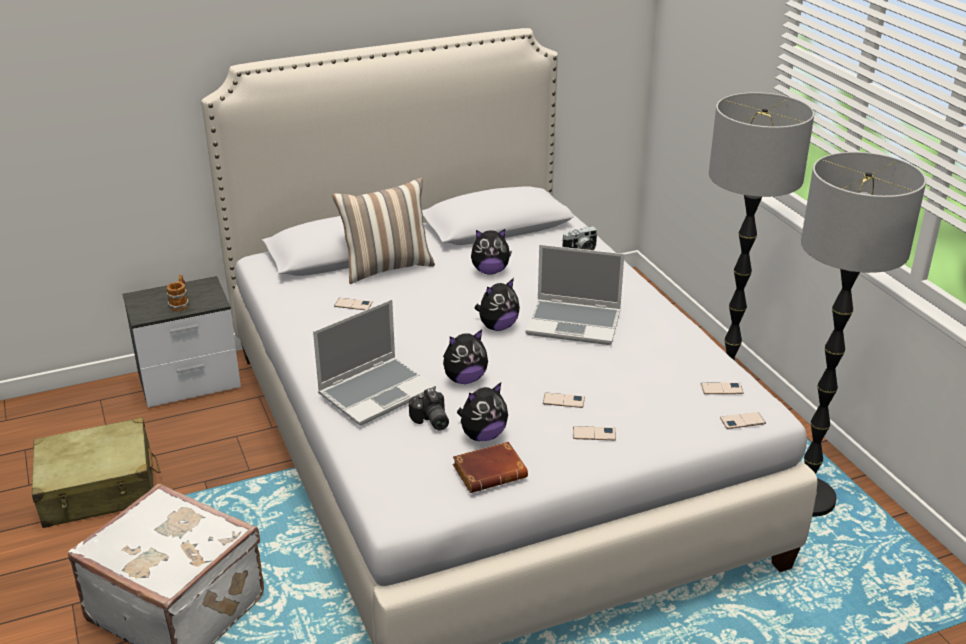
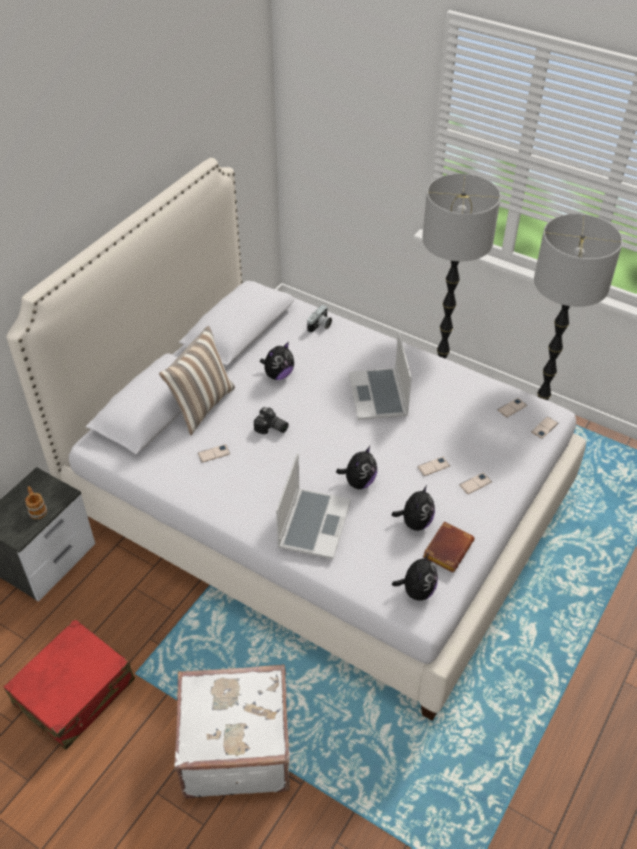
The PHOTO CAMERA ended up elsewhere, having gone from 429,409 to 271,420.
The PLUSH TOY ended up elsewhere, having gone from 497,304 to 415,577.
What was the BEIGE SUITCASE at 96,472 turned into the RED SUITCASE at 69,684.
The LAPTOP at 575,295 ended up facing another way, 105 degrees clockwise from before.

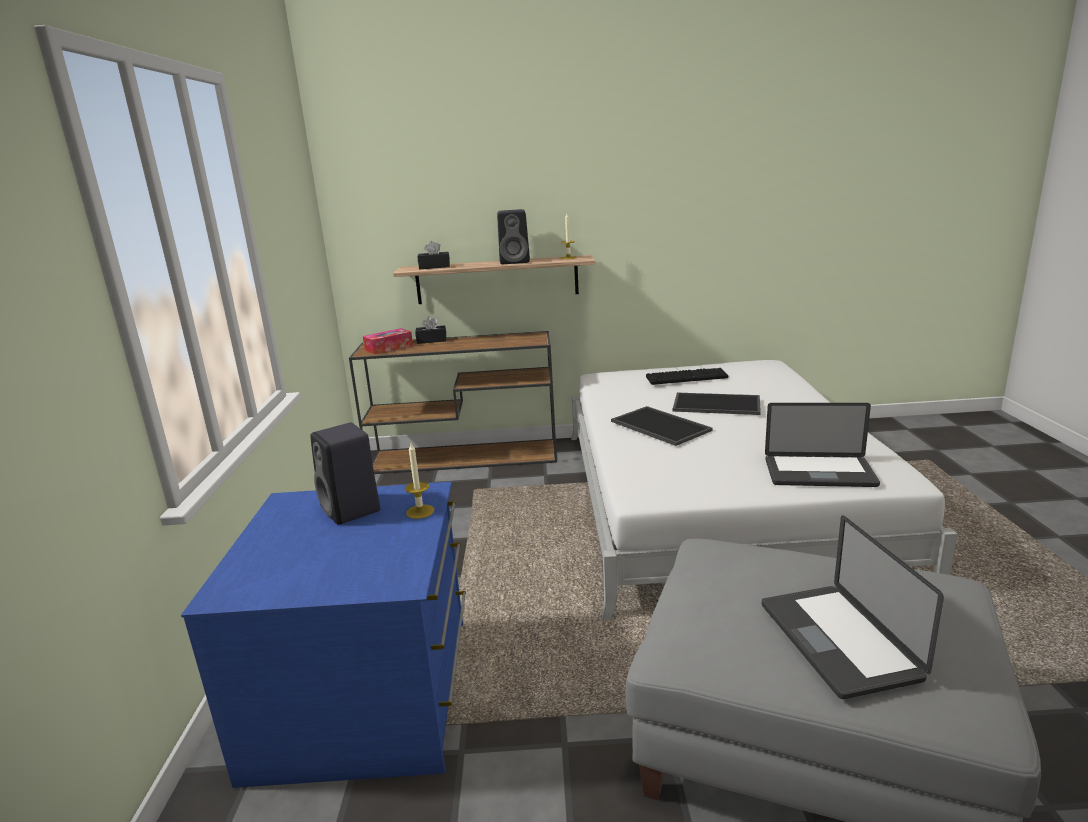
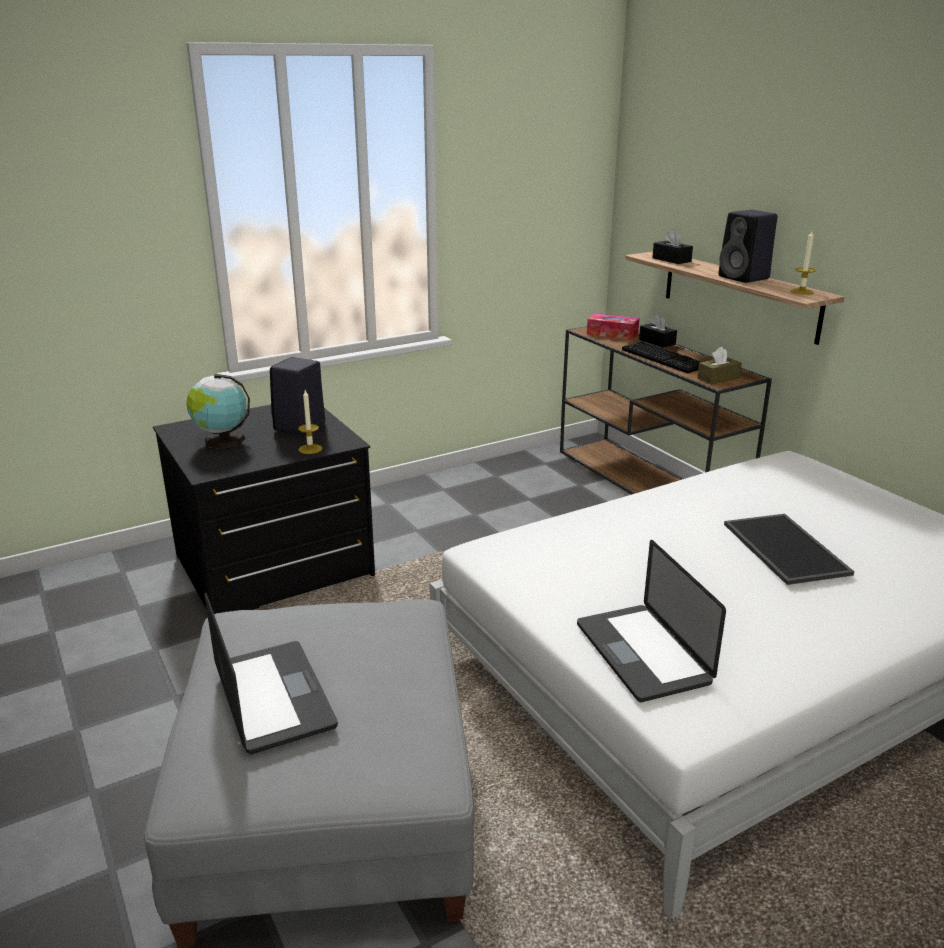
The second view lost the TRAY at 662,426.
The second view gained the GLOBE at 218,411.
The second view gained the BROWN TISSUE BOX at 719,365.
The KEYBOARD ended up elsewhere, having gone from 687,376 to 661,357.
What was the BLUE DRESSER at 323,635 turned into the BLACK DRESSER at 264,509.
The LAPTOP at 853,607 ended up facing another way, 105 degrees clockwise from before.

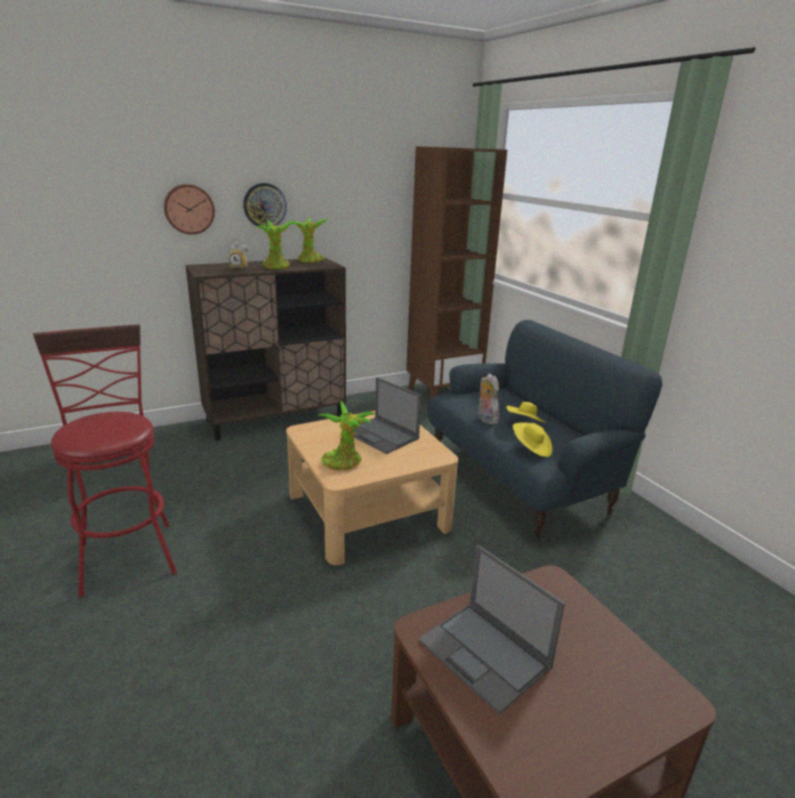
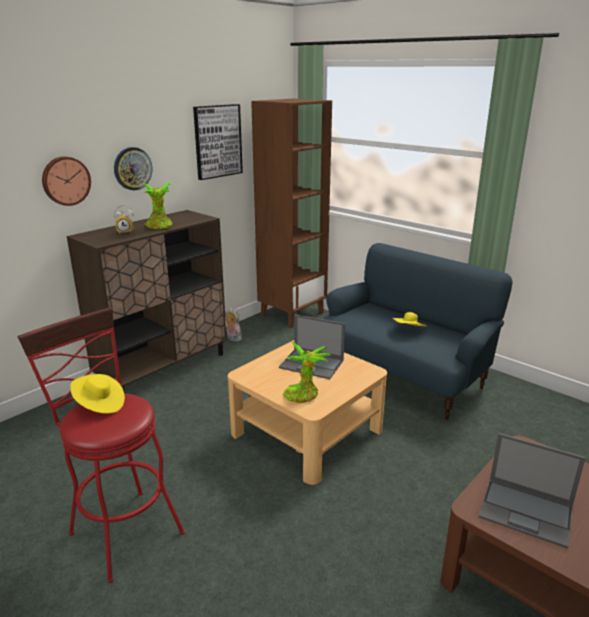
The second view lost the POTTED PLANT at 307,240.
The second view gained the PICTURE at 218,142.
The PLUSH TOY ended up elsewhere, having gone from 488,398 to 233,324.
The YELLOW HAT ended up elsewhere, having gone from 532,439 to 97,394.

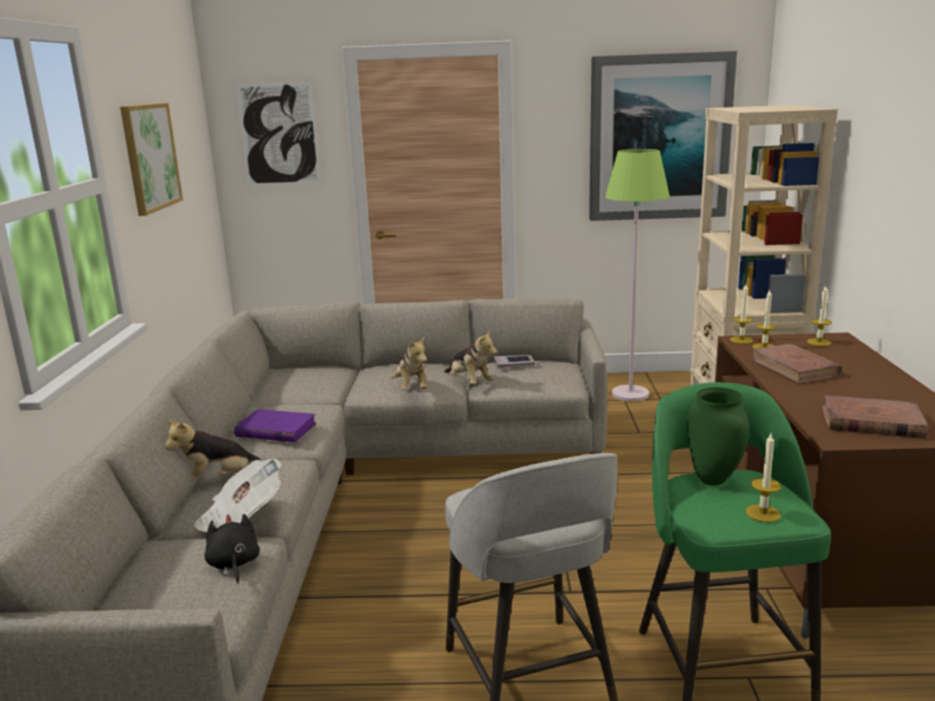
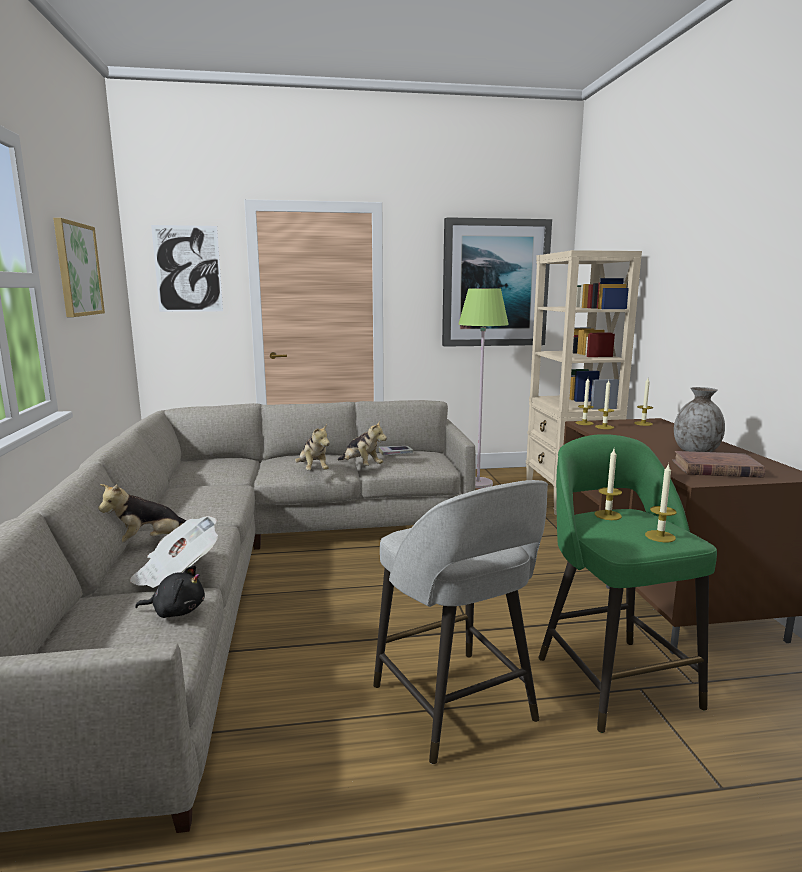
The second view lost the PURPLE BOOK at 275,426.
The second view lost the BROWN BOOK at 796,364.
The second view gained the GREY VASE at 699,419.
Where the GREEN VASE stood at 718,436, the CANDLE came to stand at 608,484.
The BLACK PLUSH TOY at 232,549 ended up facing another way, 120 degrees clockwise from before.

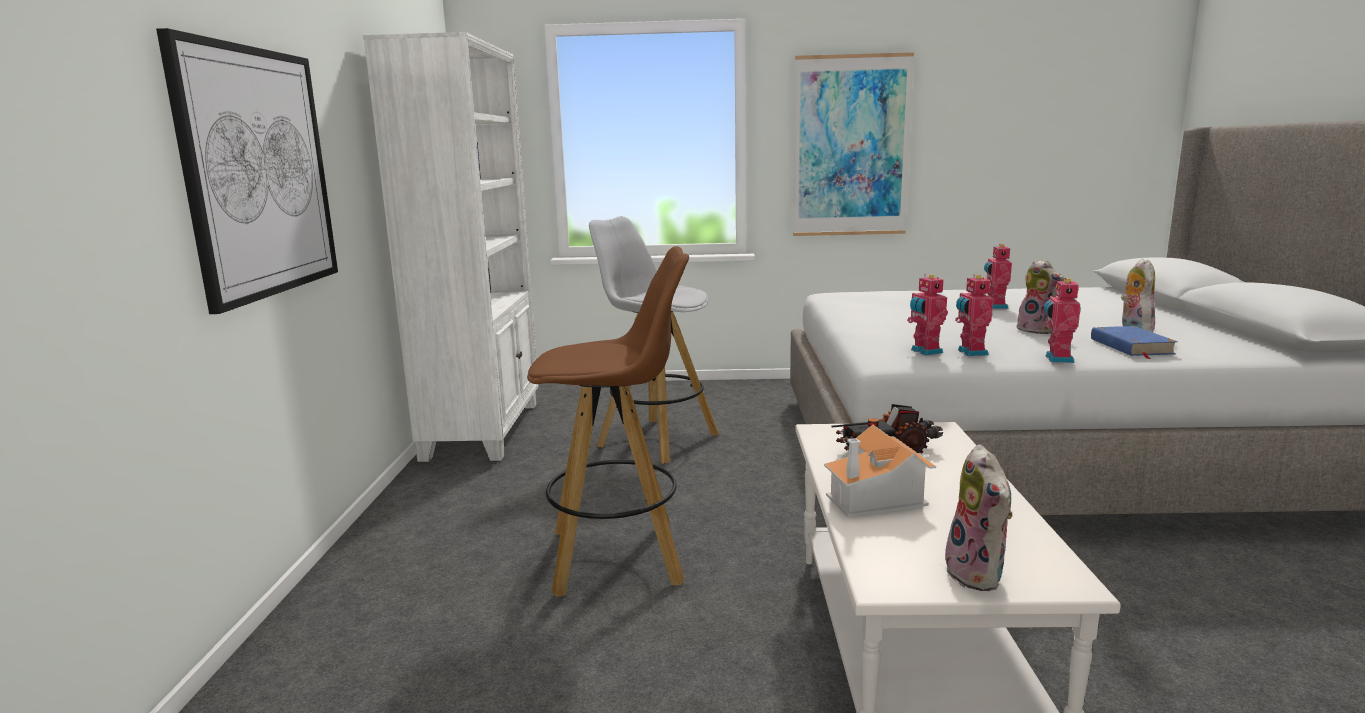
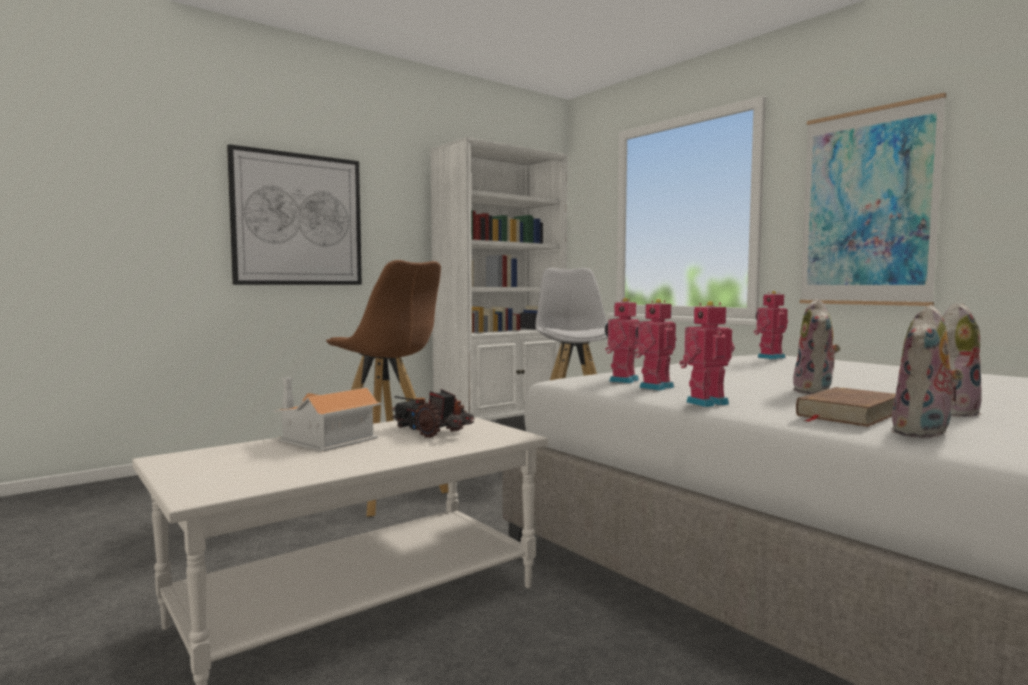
The PLUSH TOY ended up elsewhere, having gone from 979,517 to 927,372.
The TOY ROBOT ended up elsewhere, having gone from 998,276 to 771,325.
What was the BLUE BOOK at 1134,342 turned into the BROWN BOOK at 846,407.

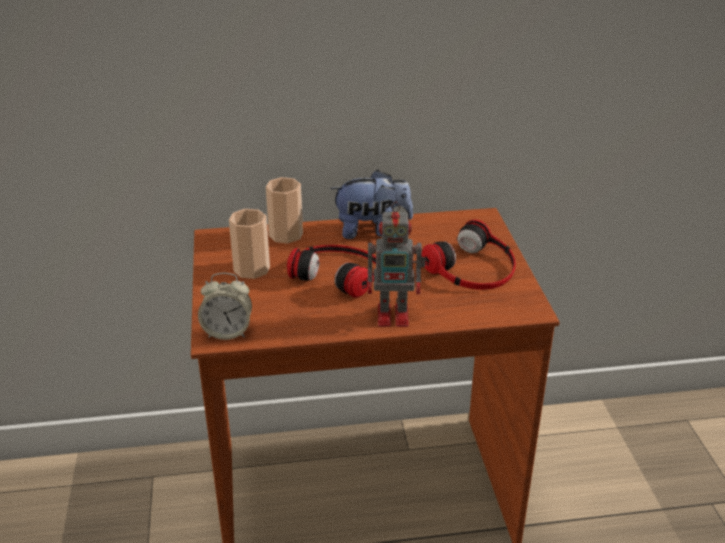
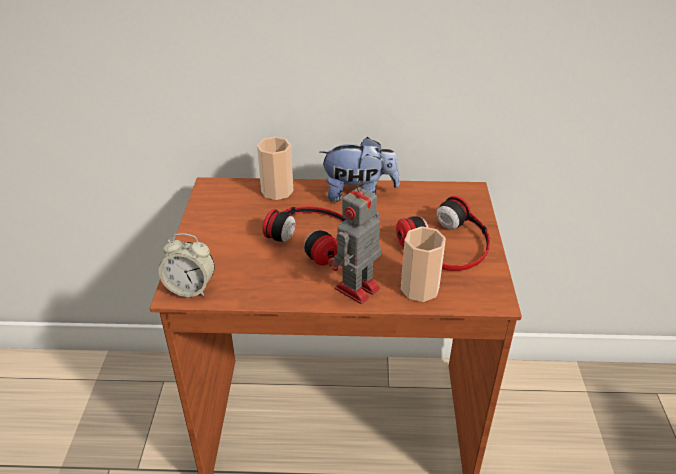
The CUP ended up elsewhere, having gone from 249,244 to 423,264.
The TOY ROBOT at 396,264 ended up facing another way, 120 degrees clockwise from before.

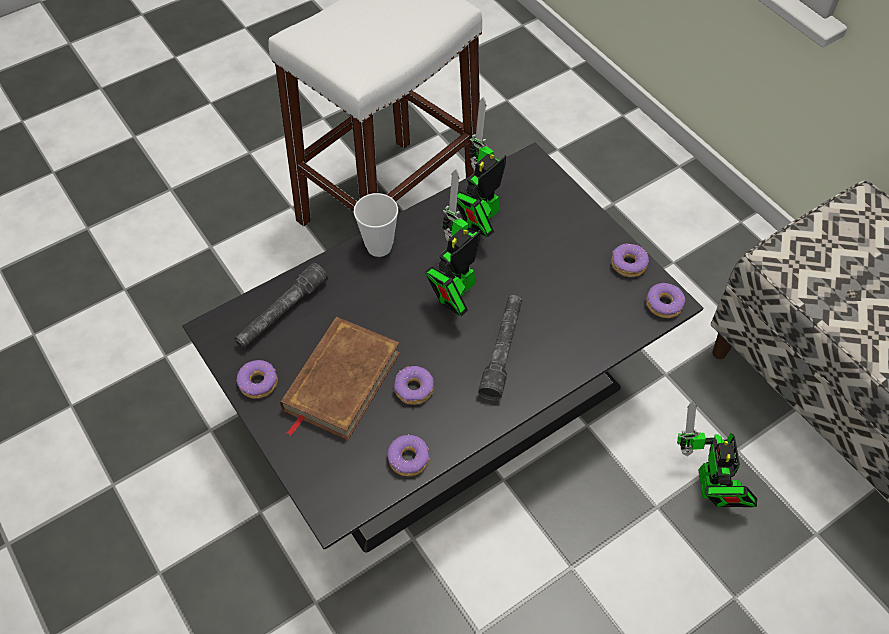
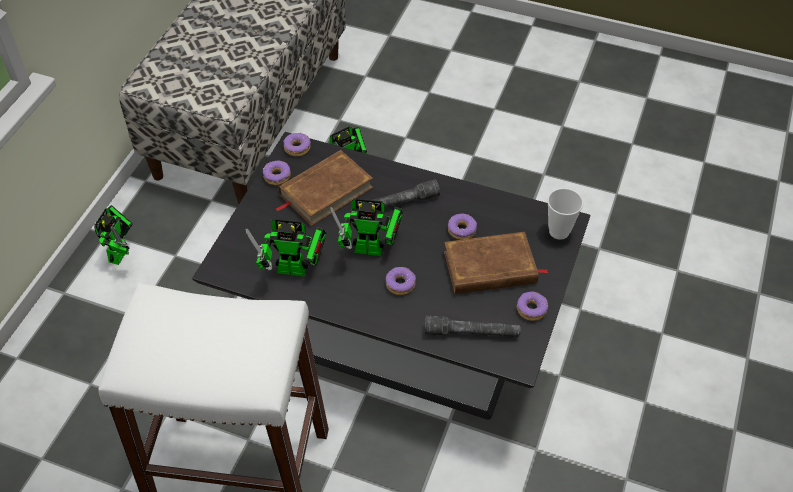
The second view gained the TOY ROBOT at 113,235.
The second view gained the BROWN BOOK at 324,188.
The CUP ended up elsewhere, having gone from 376,225 to 565,214.
The DONUT ended up elsewhere, having gone from 408,455 to 401,281.

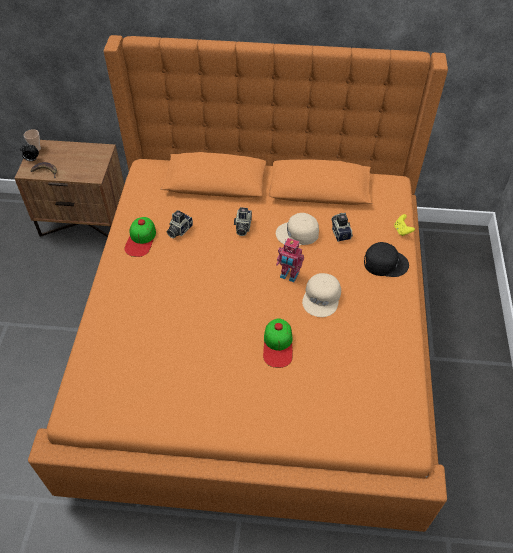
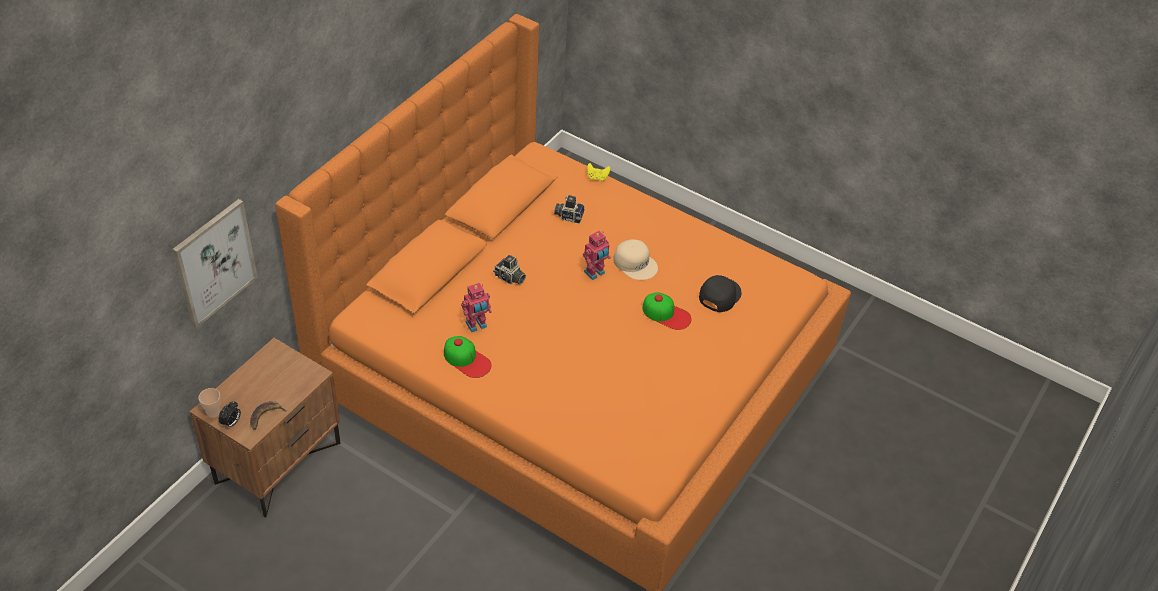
The second view lost the BEIGE CAP at 297,229.
The second view gained the PICTURE at 215,263.
The BLACK CAP ended up elsewhere, having gone from 386,259 to 720,293.
Where the PHOTO CAMERA stood at 180,224, the TOY ROBOT came to stand at 476,307.

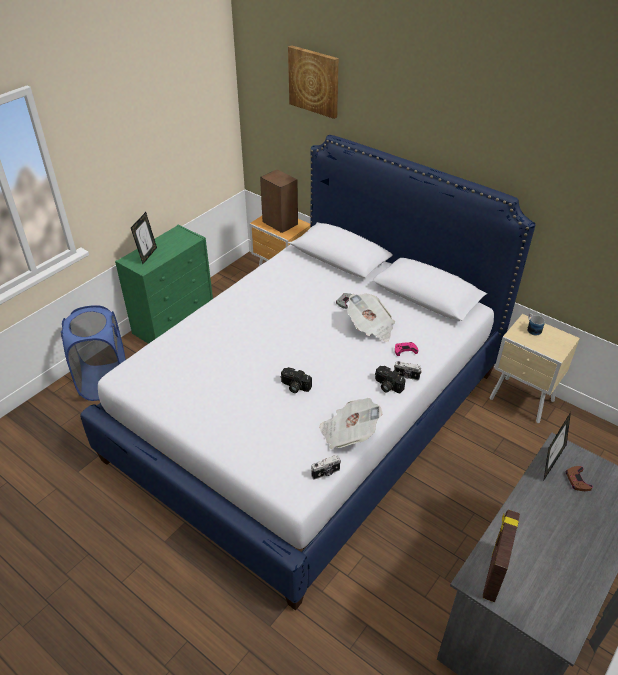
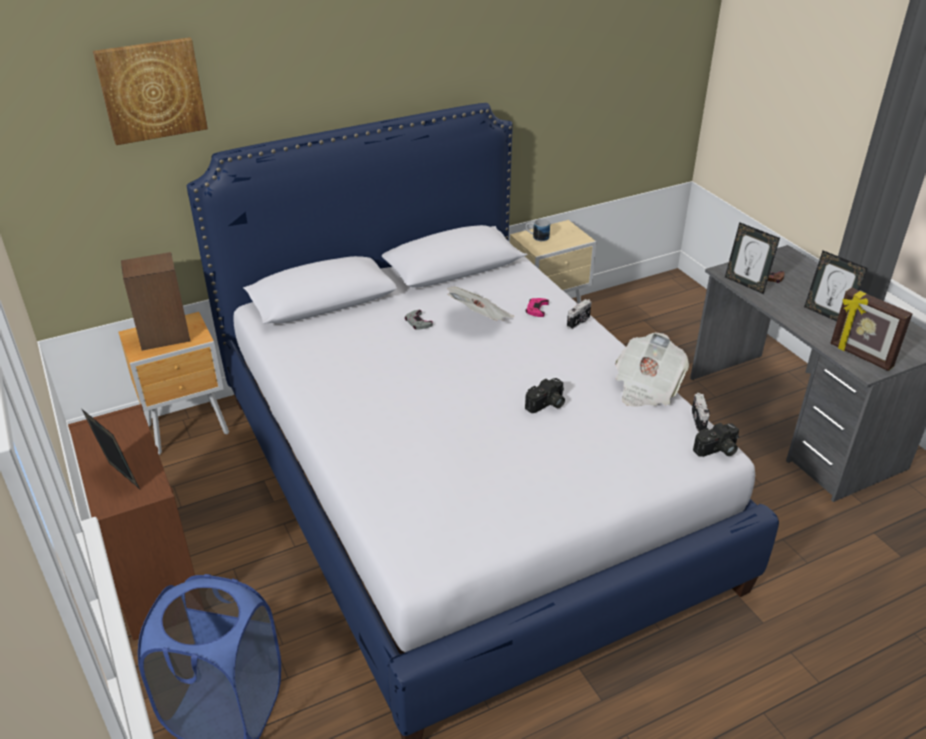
The second view gained the PICTURE FRAME at 836,285.
The PHOTO CAMERA ended up elsewhere, having gone from 390,379 to 716,440.
What was the GREEN DRESSER at 164,284 turned into the BROWN DRESSER at 131,522.

